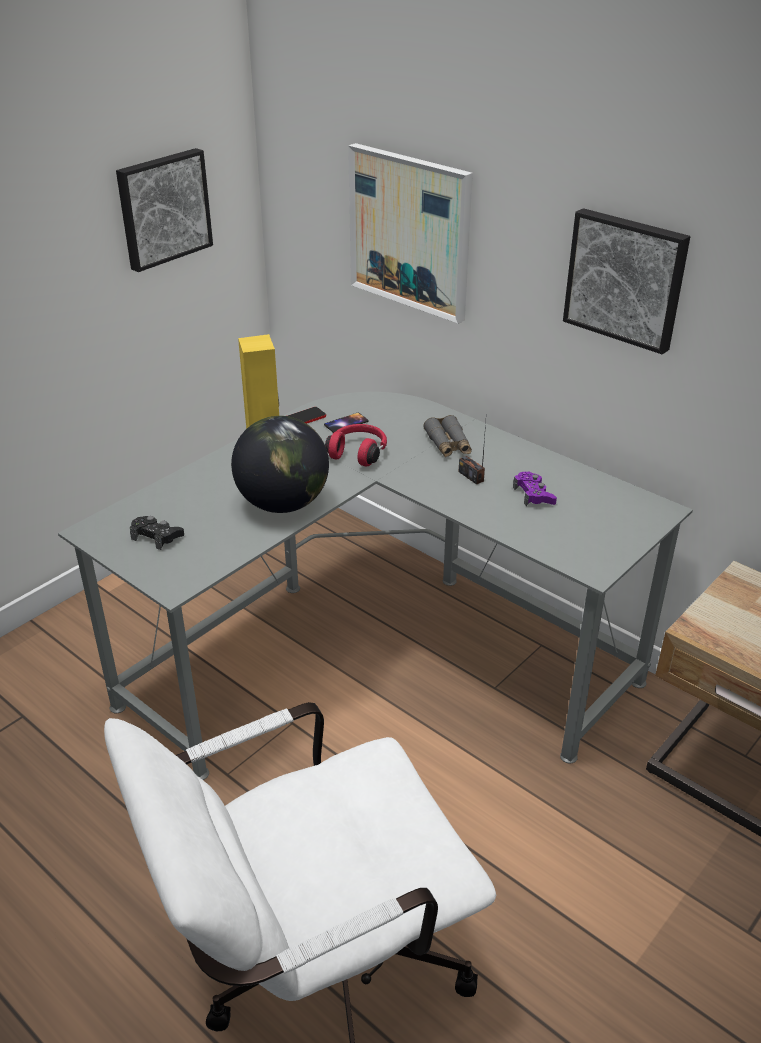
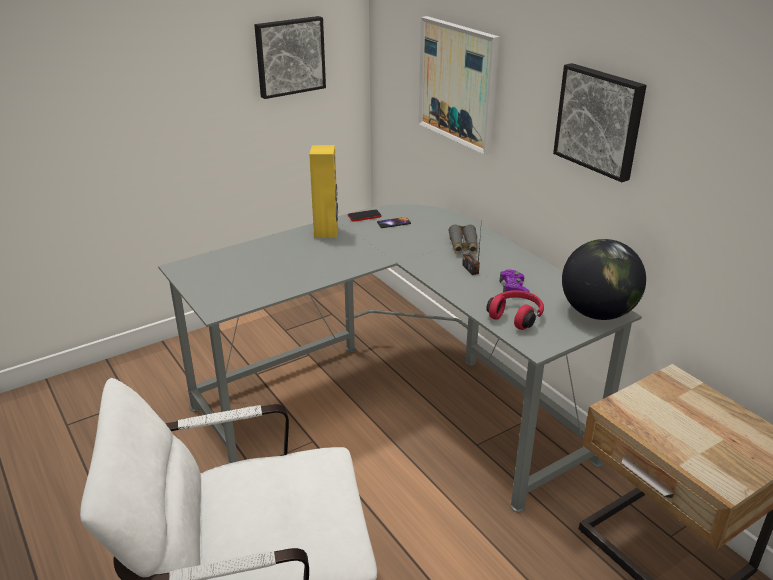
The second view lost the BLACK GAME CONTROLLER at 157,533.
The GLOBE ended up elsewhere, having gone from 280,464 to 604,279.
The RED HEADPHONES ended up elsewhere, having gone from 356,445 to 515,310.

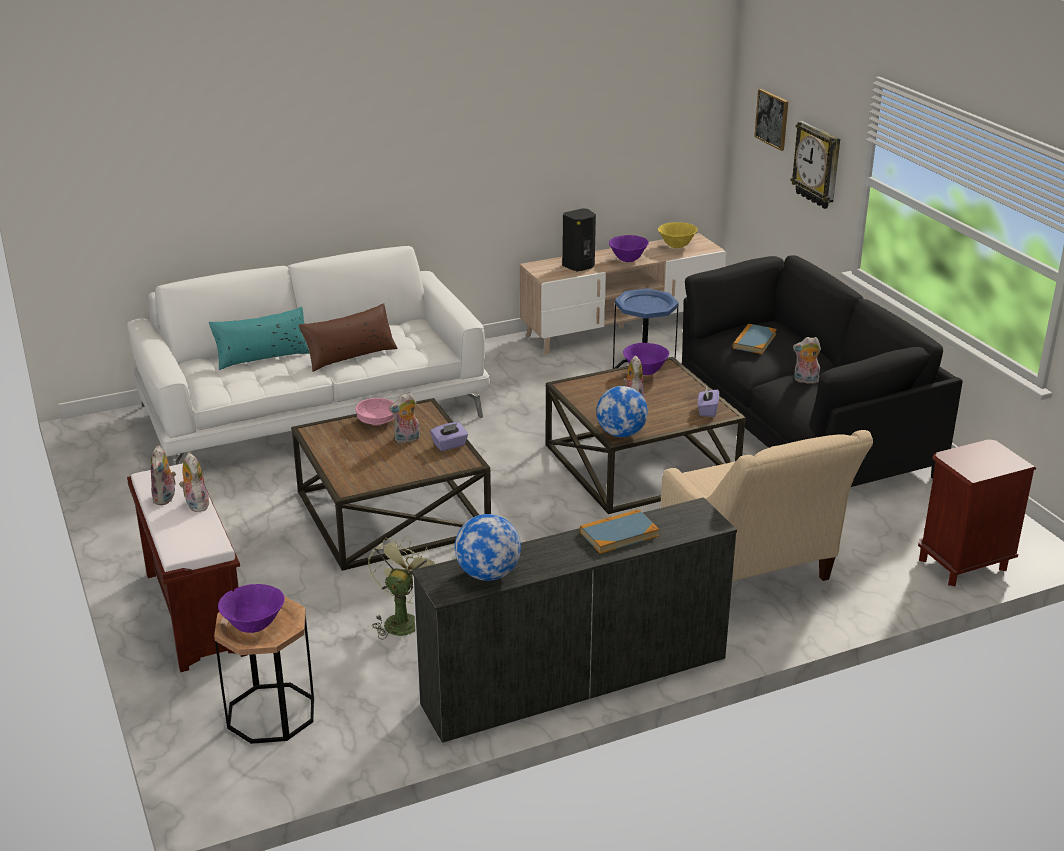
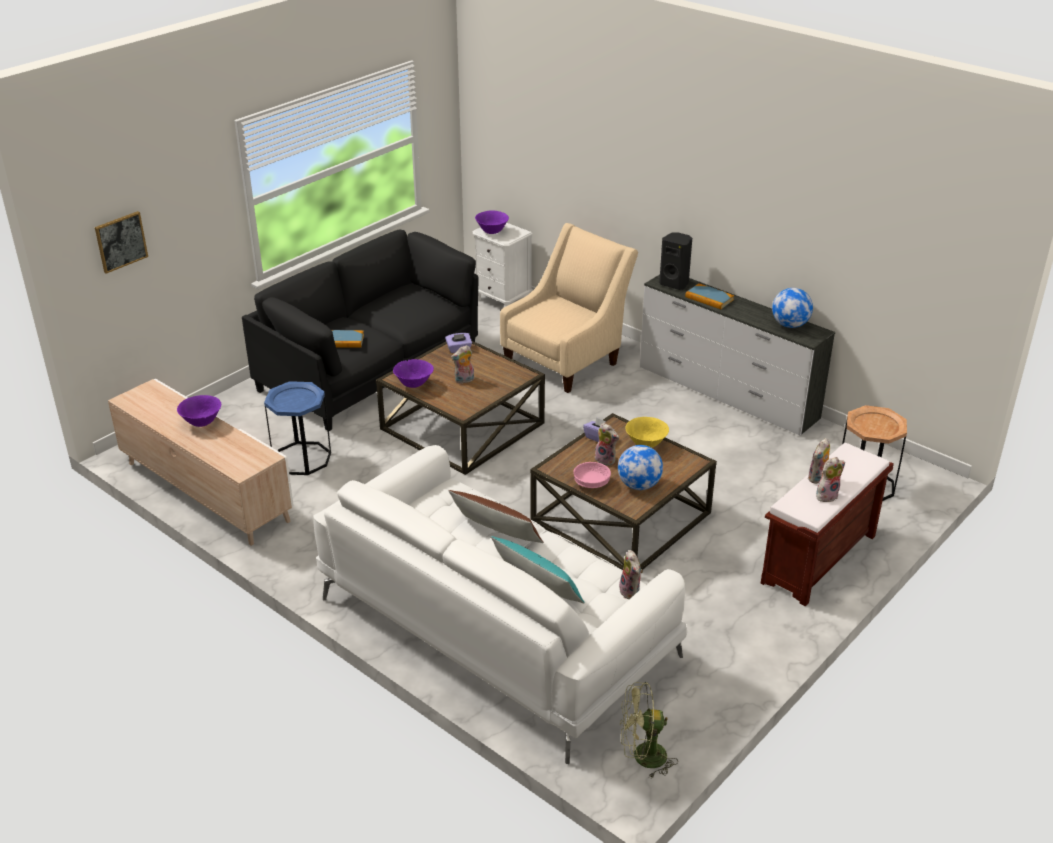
The second view lost the WALL CLOCK at 815,165.
The PURPLE BOWL ended up elsewhere, having gone from 251,608 to 492,222.
The GREEN FAN ended up elsewhere, having gone from 401,588 to 649,730.
The BLACK SPEAKER ended up elsewhere, having gone from 579,240 to 675,261.
The GLOBE ended up elsewhere, having gone from 622,411 to 640,467.
The YELLOW BOWL ended up elsewhere, having gone from 678,235 to 647,432.
The PLUSH TOY ended up elsewhere, having gone from 807,360 to 631,574.
What was the BROWN NIGHTSTAND at 977,512 turned into the WHITE NIGHTSTAND at 503,265.

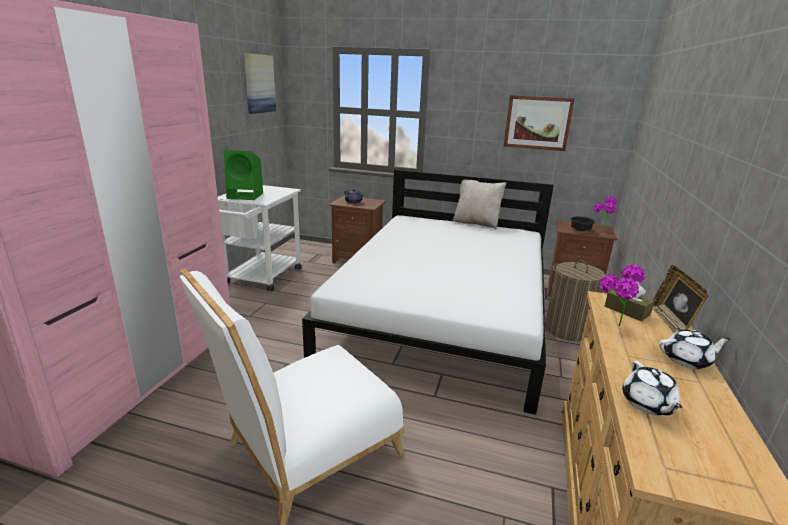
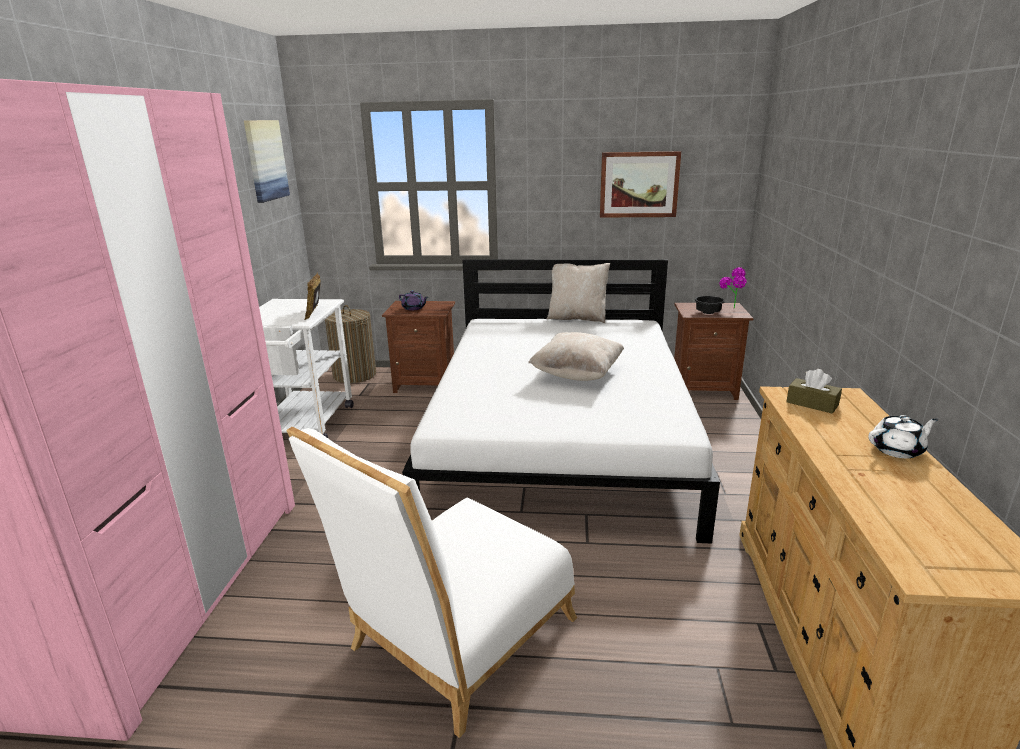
The second view lost the GREEN SPEAKER at 243,175.
The second view lost the POTTED PLANT at 622,295.
The second view lost the WHITE TEAPOT at 652,388.
The second view gained the BEIGE PILLOW at 576,356.
The LAUNDRY BASKET ended up elsewhere, having gone from 575,300 to 350,344.
The PICTURE FRAME ended up elsewhere, having gone from 680,299 to 312,296.

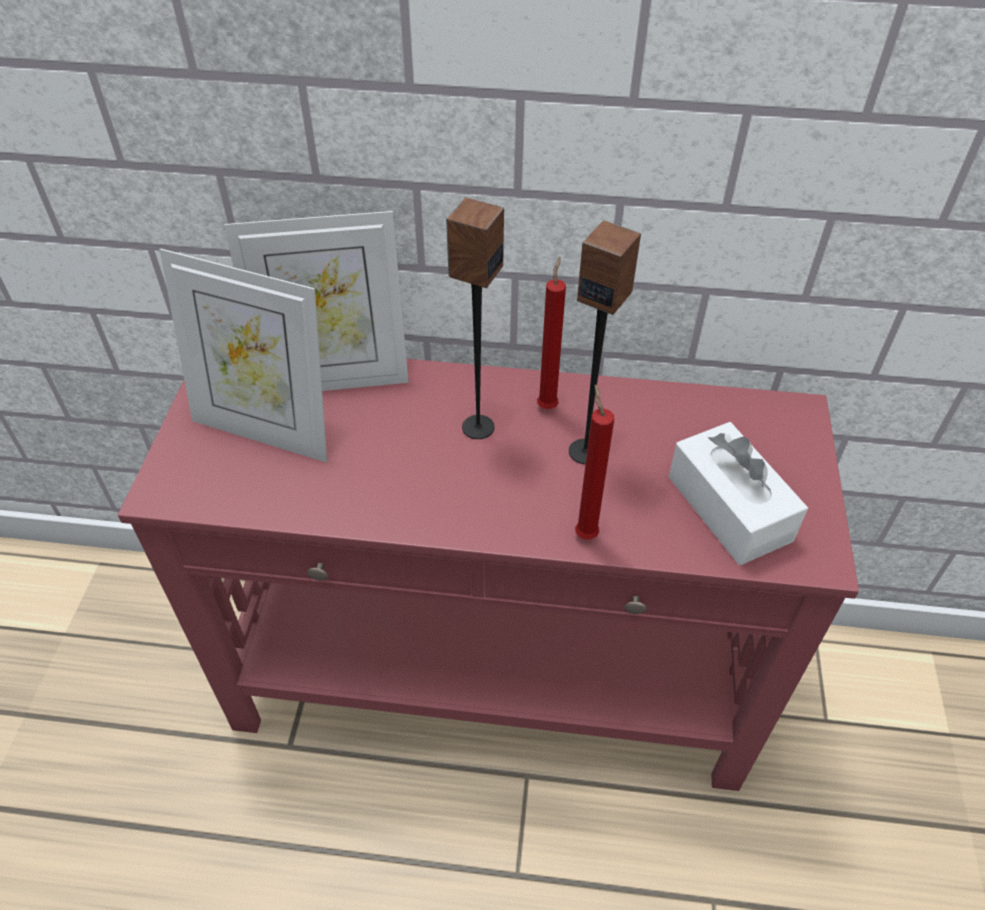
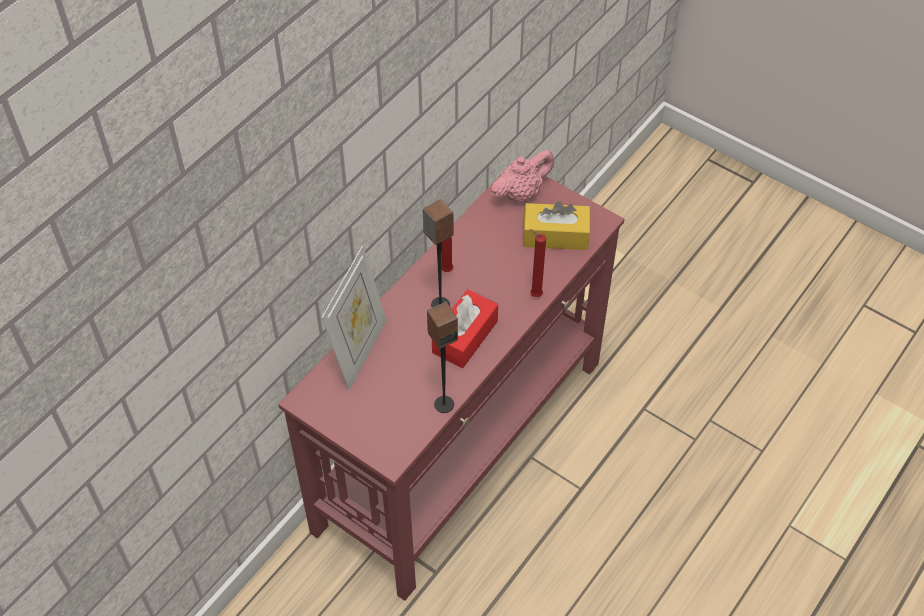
The second view lost the PICTURE FRAME at 243,355.
The second view gained the RED TISSUE BOX at 465,328.
The second view gained the PINK TEAPOT at 522,176.
The SPEAKER ended up elsewhere, having gone from 605,342 to 442,357.
What was the WHITE TISSUE BOX at 738,493 turned into the YELLOW TISSUE BOX at 556,225.

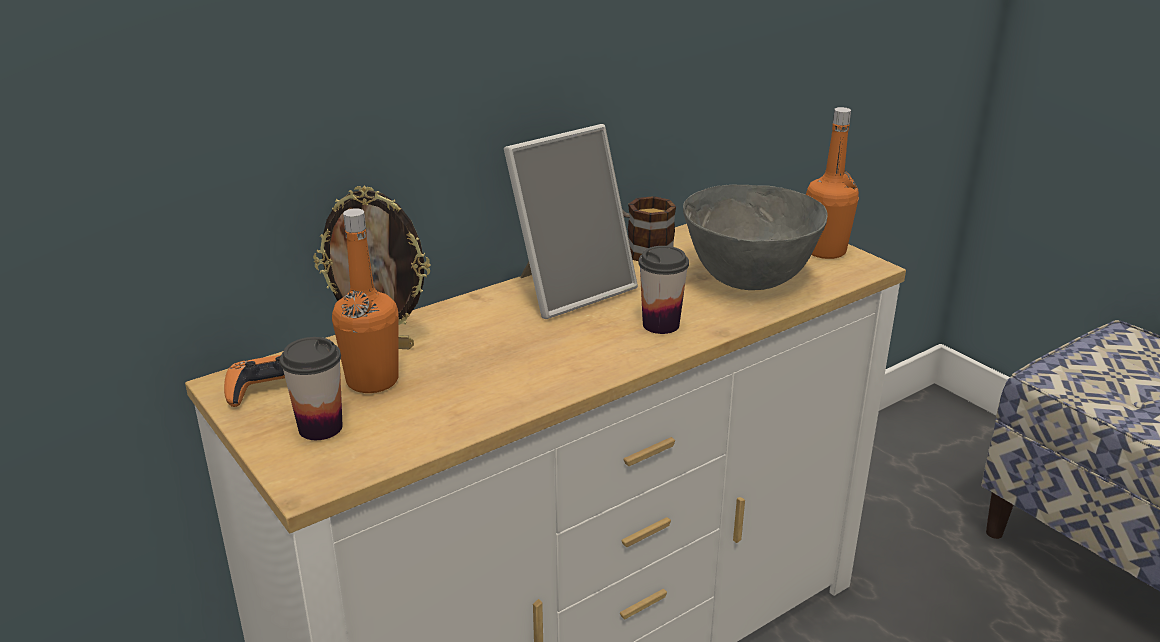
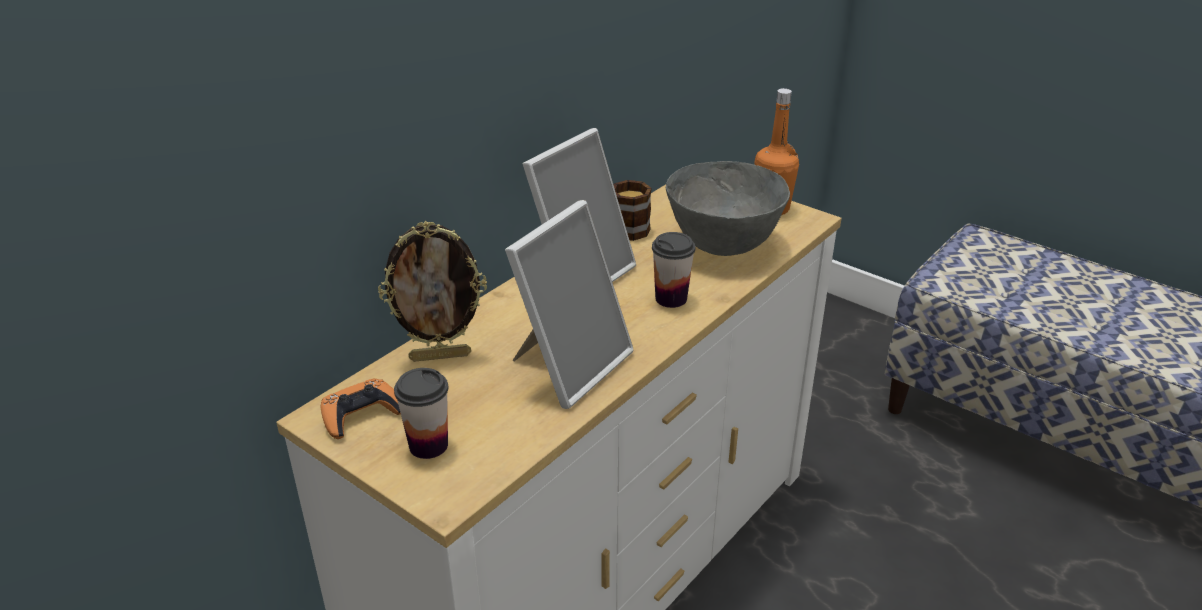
The second view lost the ORANGE BOTTLE at 365,300.
The second view gained the PICTURE FRAME at 569,304.

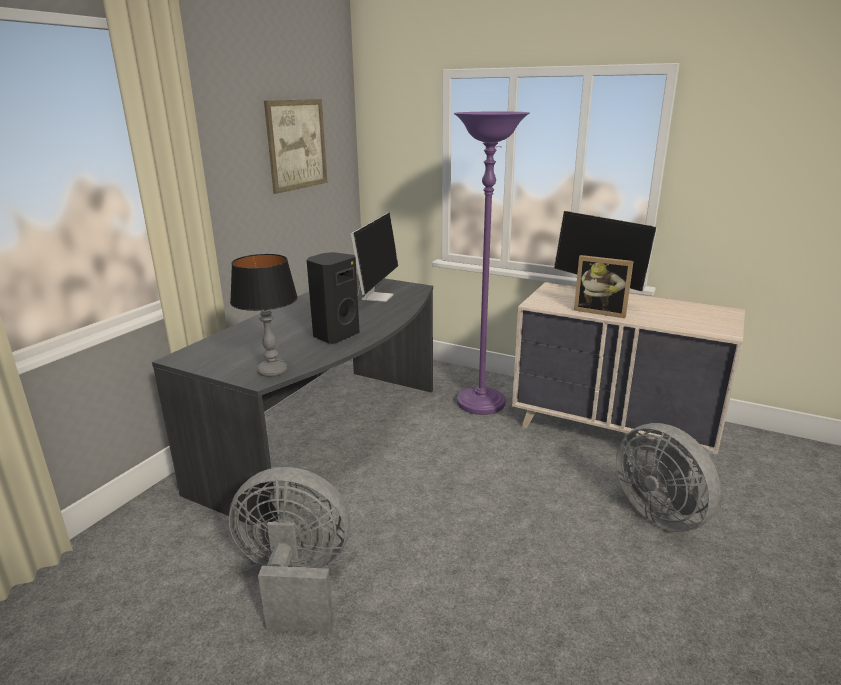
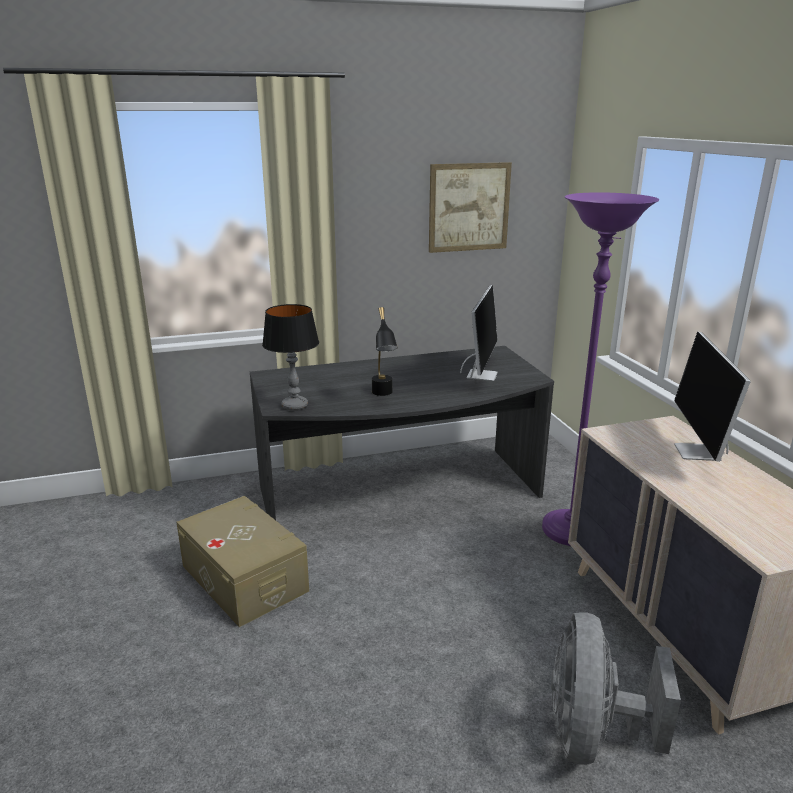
The second view lost the PICTURE FRAME at 604,286.
Where the GREY FAN stood at 289,549, the BEIGE STORAGE BOX came to stand at 242,561.
Where the BLACK SPEAKER stood at 333,297, the BLACK TABLE LAMP came to stand at 385,351.
The MONITOR at 374,257 ended up facing another way, 45 degrees counterclockwise from before.

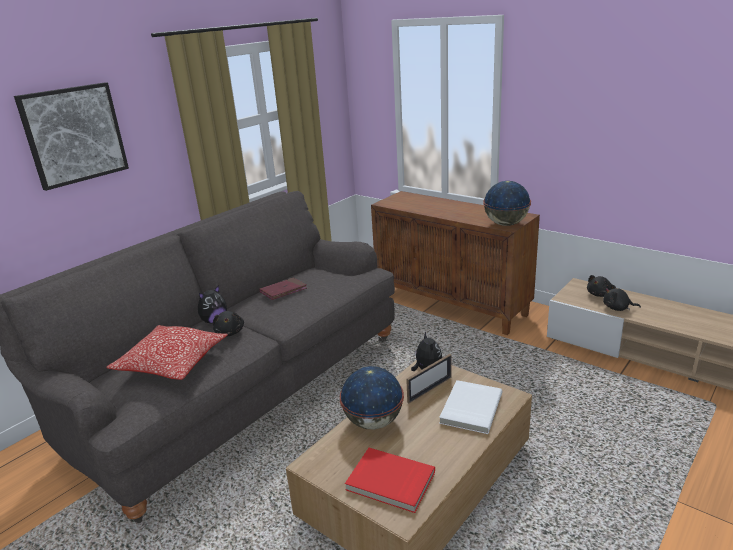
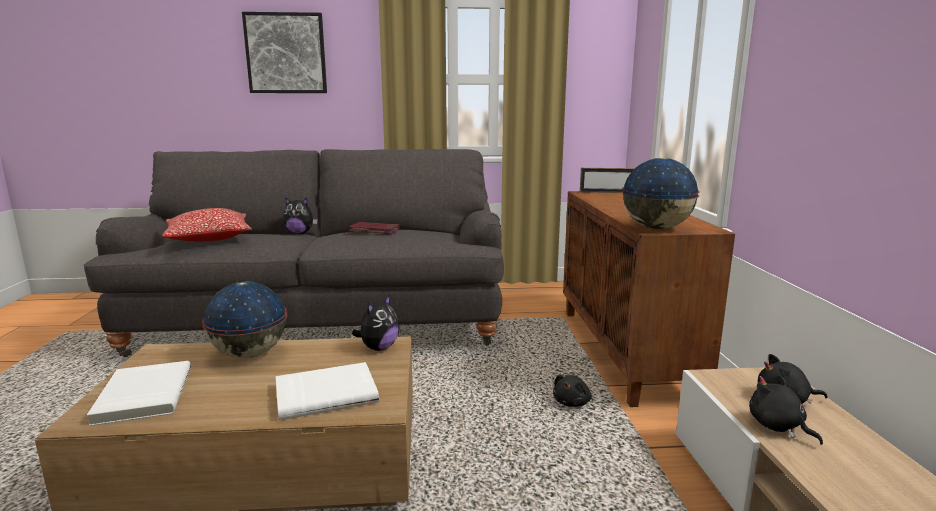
The BLACK PLUSH TOY ended up elsewhere, having gone from 228,323 to 572,391.
The PICTURE FRAME ended up elsewhere, having gone from 428,378 to 607,180.
What was the RED BOOK at 390,480 turned into the WHITE BOOK at 139,393.

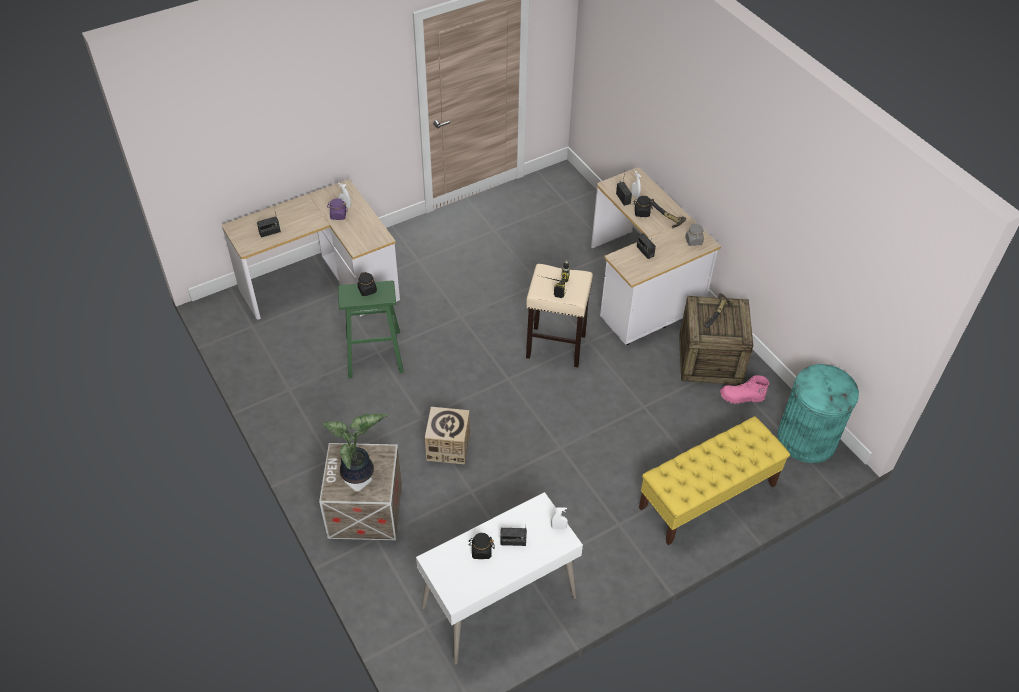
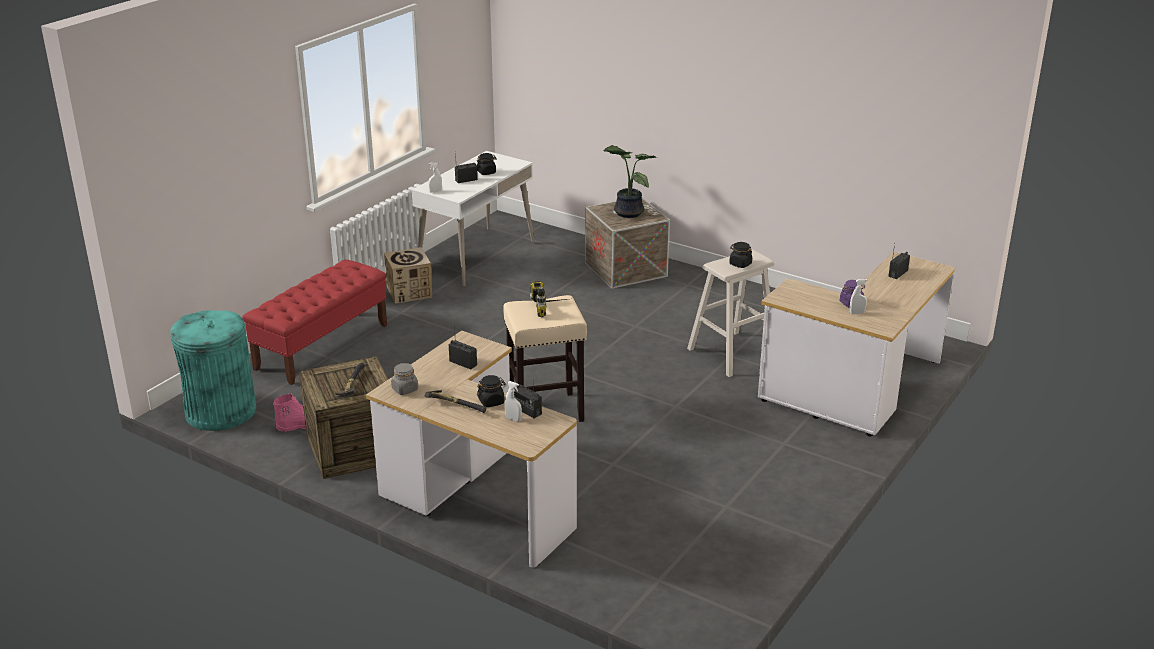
The CARDBOARD BOX ended up elsewhere, having gone from 447,436 to 408,275.
What was the GREEN STOOL at 371,329 turned into the BEIGE STOOL at 730,313.
What was the YELLOW BENCH at 714,480 turned into the RED BENCH at 314,322.

